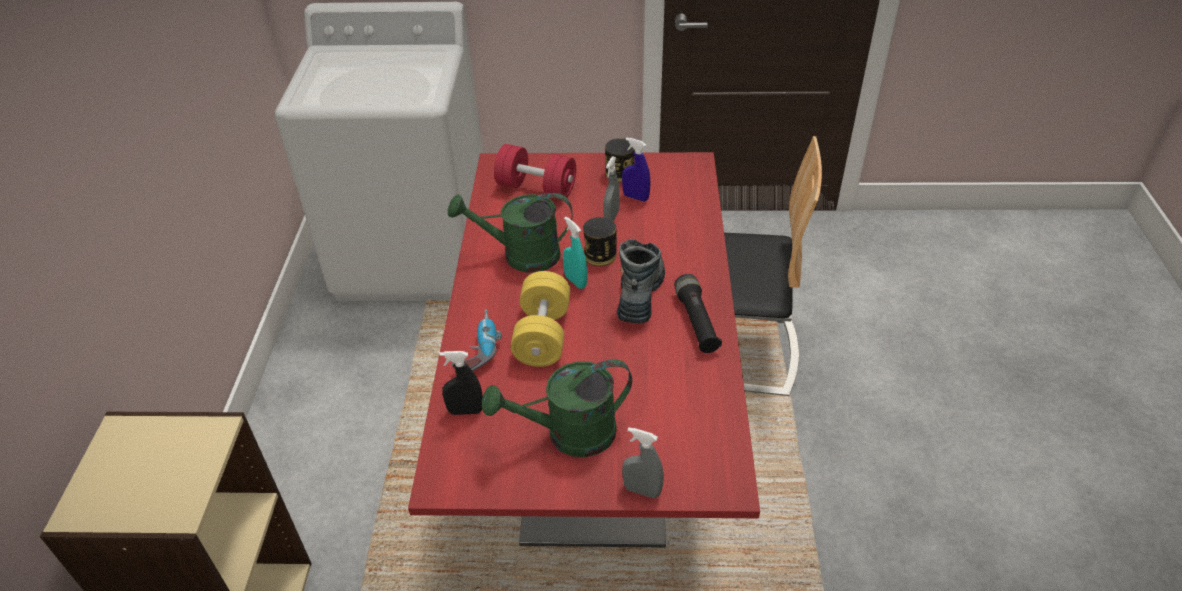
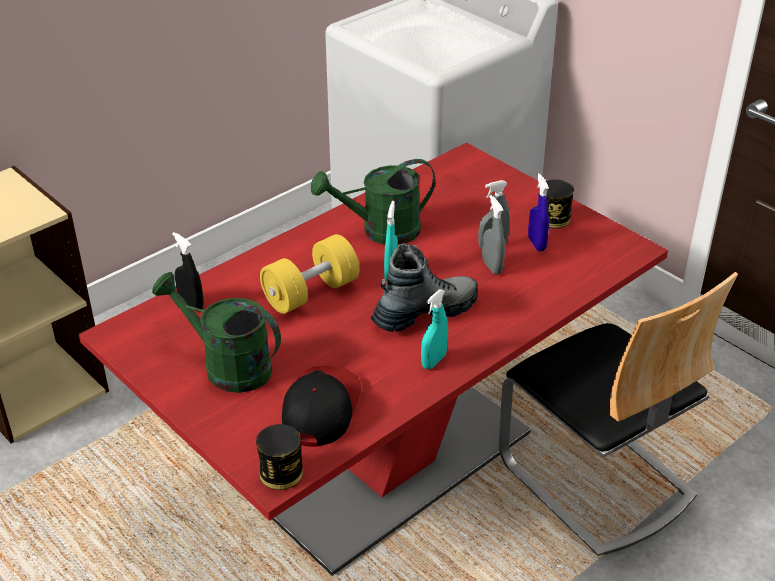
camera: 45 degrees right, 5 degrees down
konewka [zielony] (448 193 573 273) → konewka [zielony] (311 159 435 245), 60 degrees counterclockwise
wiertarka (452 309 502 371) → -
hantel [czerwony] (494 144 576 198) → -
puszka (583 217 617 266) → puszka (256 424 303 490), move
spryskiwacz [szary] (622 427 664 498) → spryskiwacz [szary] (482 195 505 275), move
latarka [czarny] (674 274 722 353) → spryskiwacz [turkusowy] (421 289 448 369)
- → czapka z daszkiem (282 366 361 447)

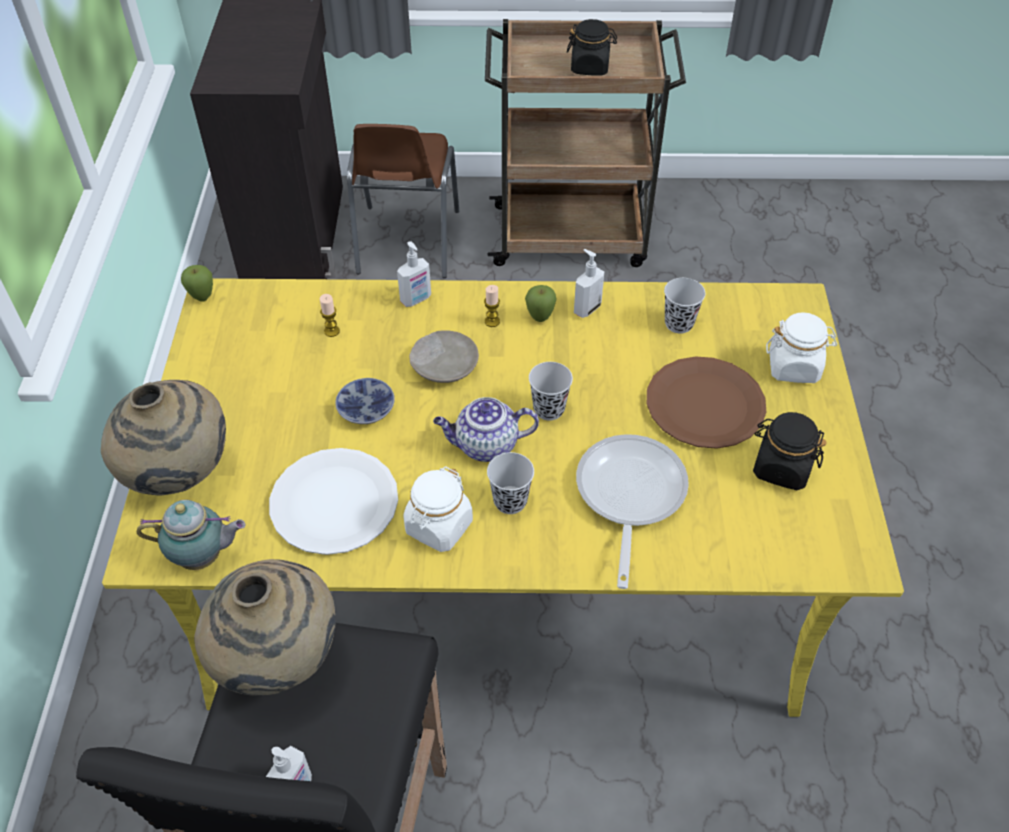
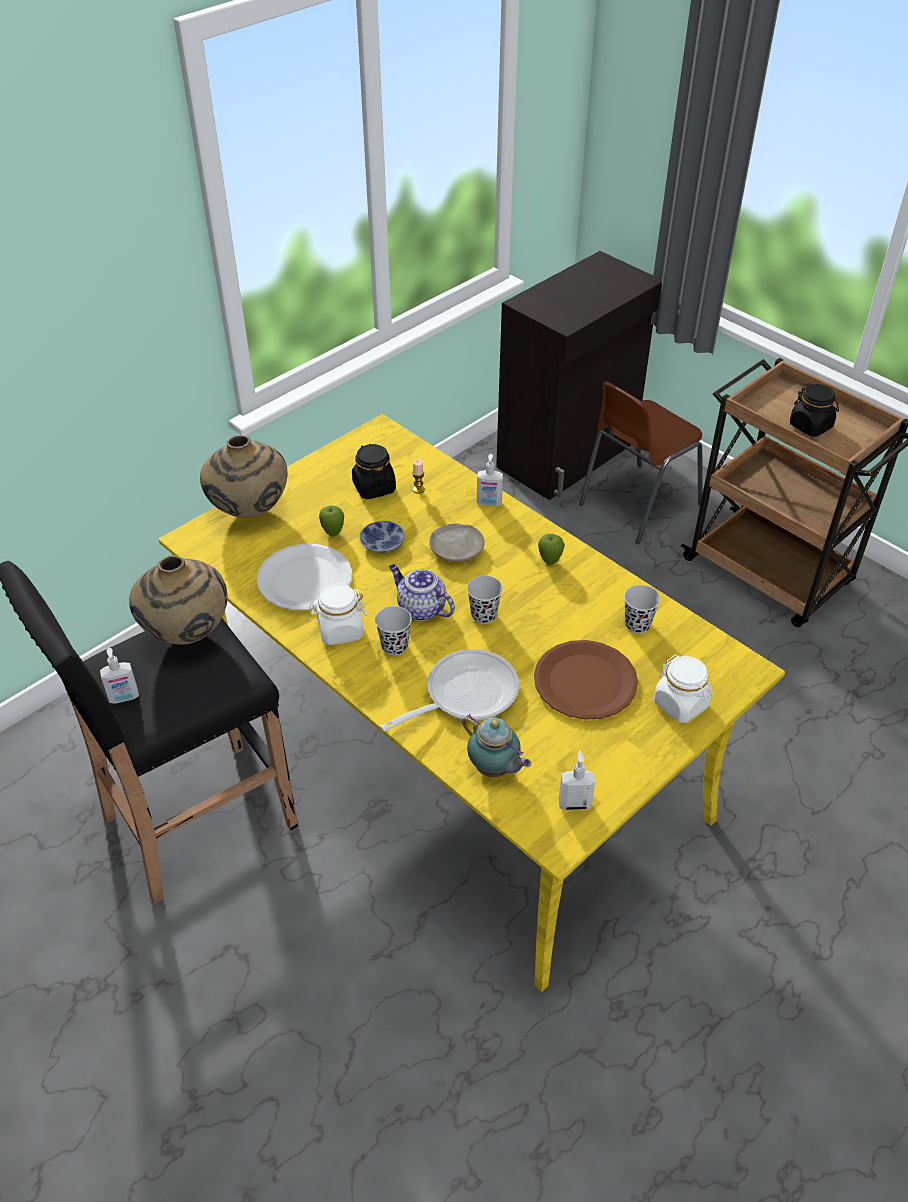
camera: 45 degrees right, 5 degrees down
imbryk (137 500 245 570) → imbryk (462 714 531 777), move
jabłko (181 265 213 302) → jabłko (319 506 344 537), move
świeca (484 285 500 327) → -
dozownik mydła (574 249 604 318) → dozownik mydła (559 750 595 811), move
słoik [czarny] (753 412 827 490) → słoik [czarny] (352 444 396 499), move

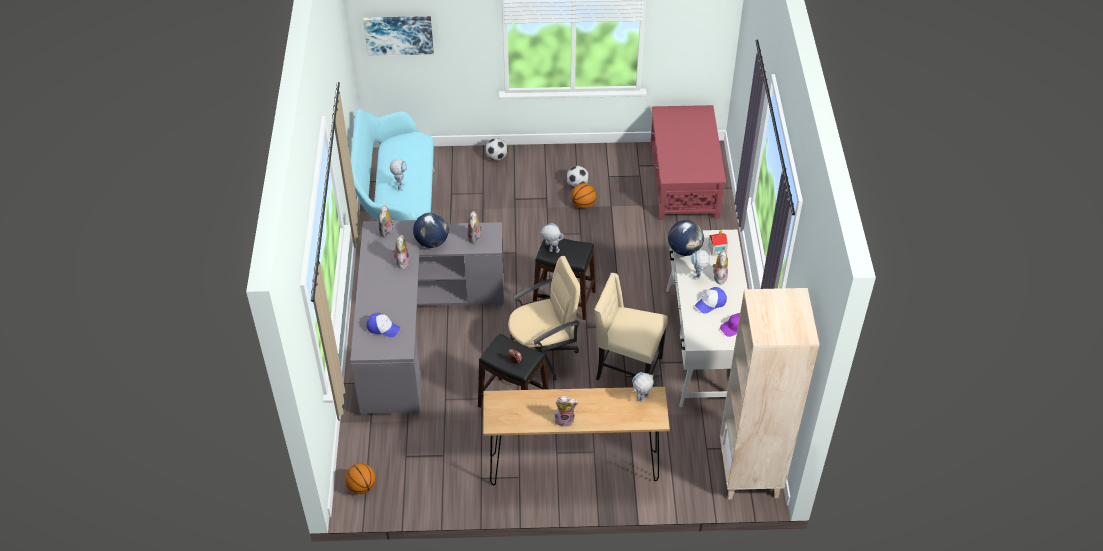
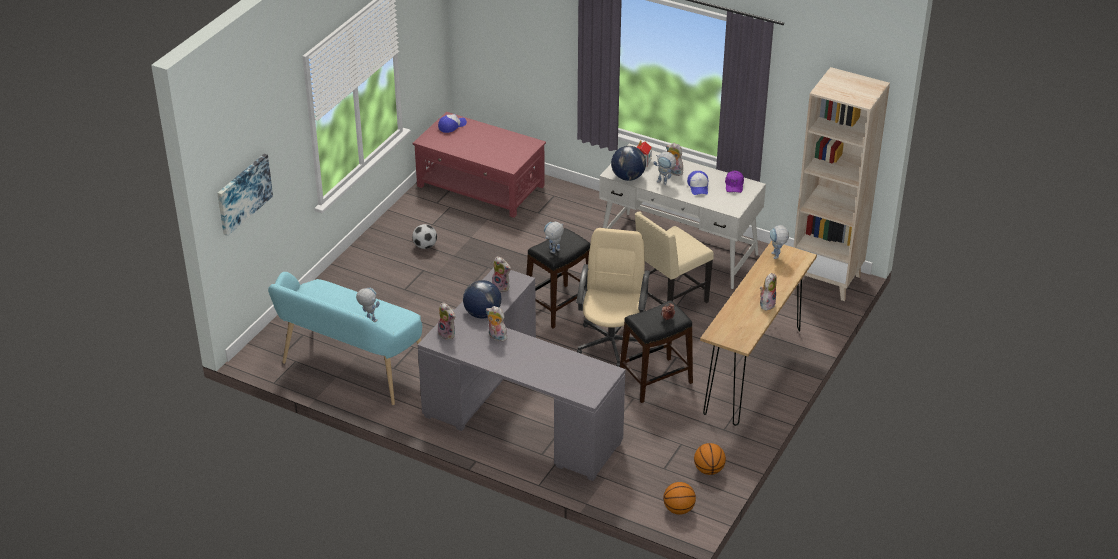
camera: 60 degrees left, 10 degrees down
czapka z daszkiem (366 313 400 338) → czapka z daszkiem (438 114 467 133), move
piłka futbolowa (485 138 508 161) → -
piłka do koszykówki (571 183 596 208) → piłka do koszykówki (694 443 726 475), move

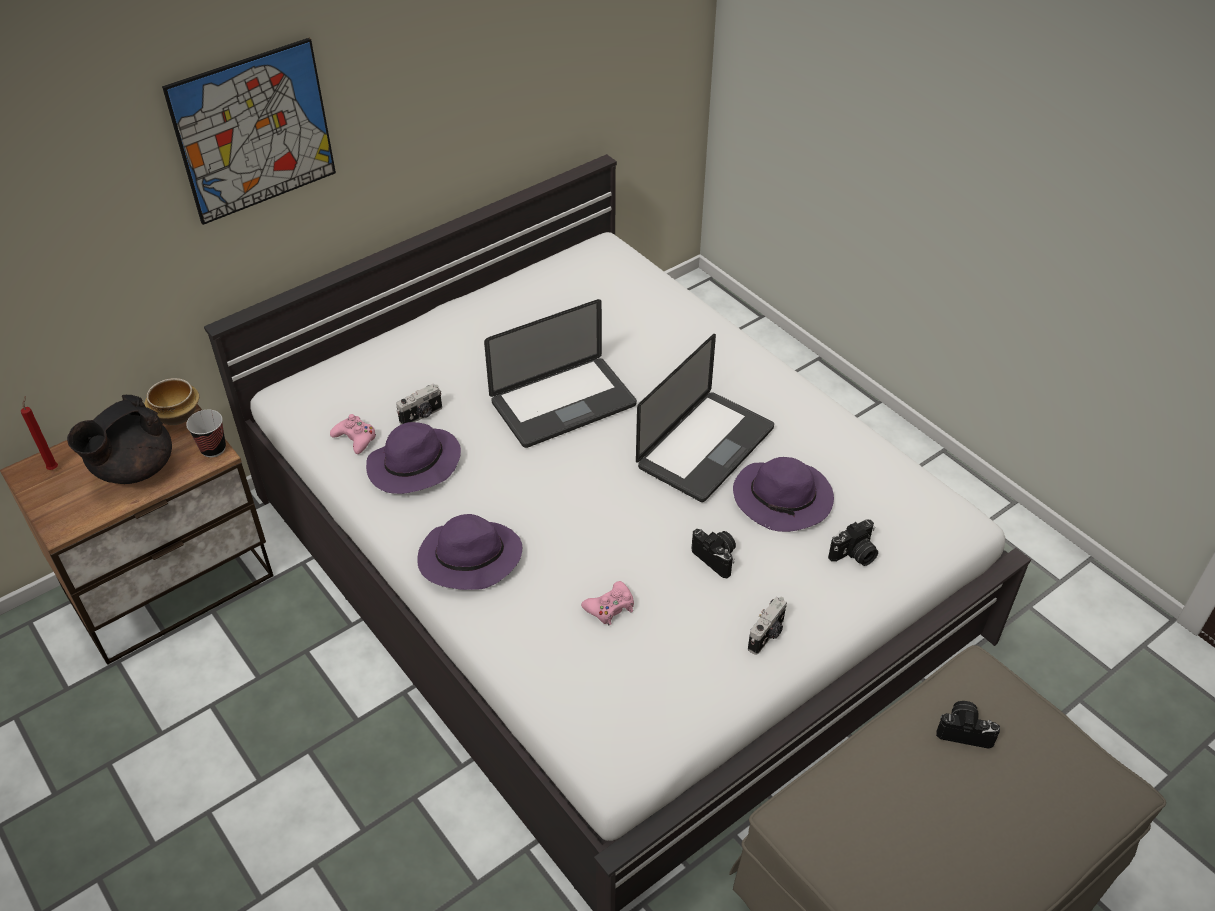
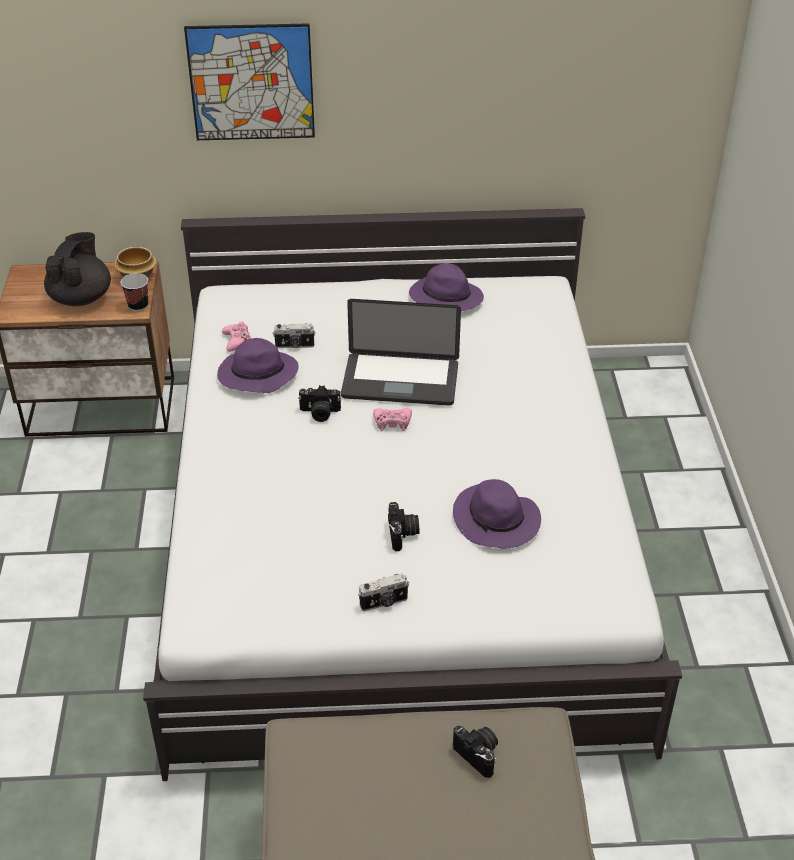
camera: 35 degrees right, 5 degrees down
świeca [czerwony] (21 396 58 470) → -
imbryk [czarny] (67 395 172 484) → imbryk [czarny] (44 232 111 306), 120 degrees clockwise
kapelusz [fioletowy] (417 514 522 590) → kapelusz [fioletowy] (409 263 484 312), move
pad do gier [różowy] (581 581 634 625) → pad do gier [różowy] (373 408 412 431), move
laptop (636 334 774 502) → -
aparat fotograficzny (828 520 878 566) → aparat fotograficzny (298 385 341 422), move

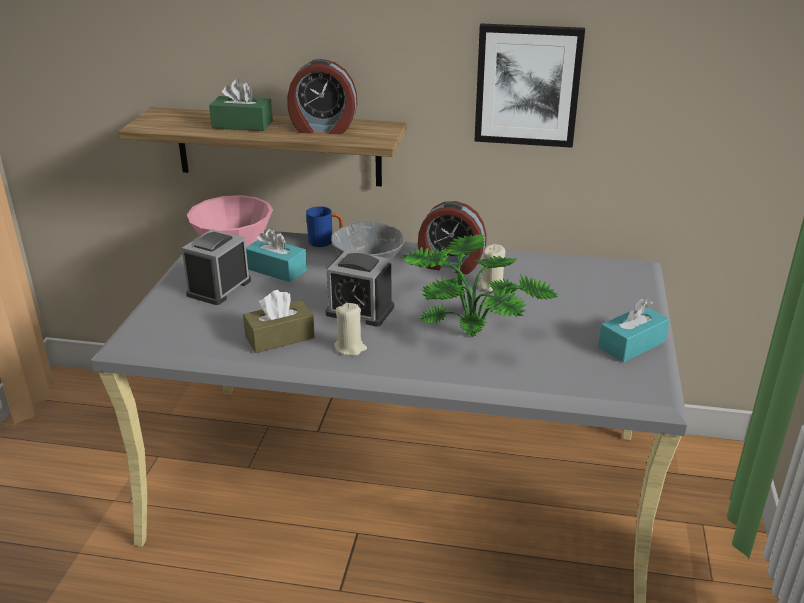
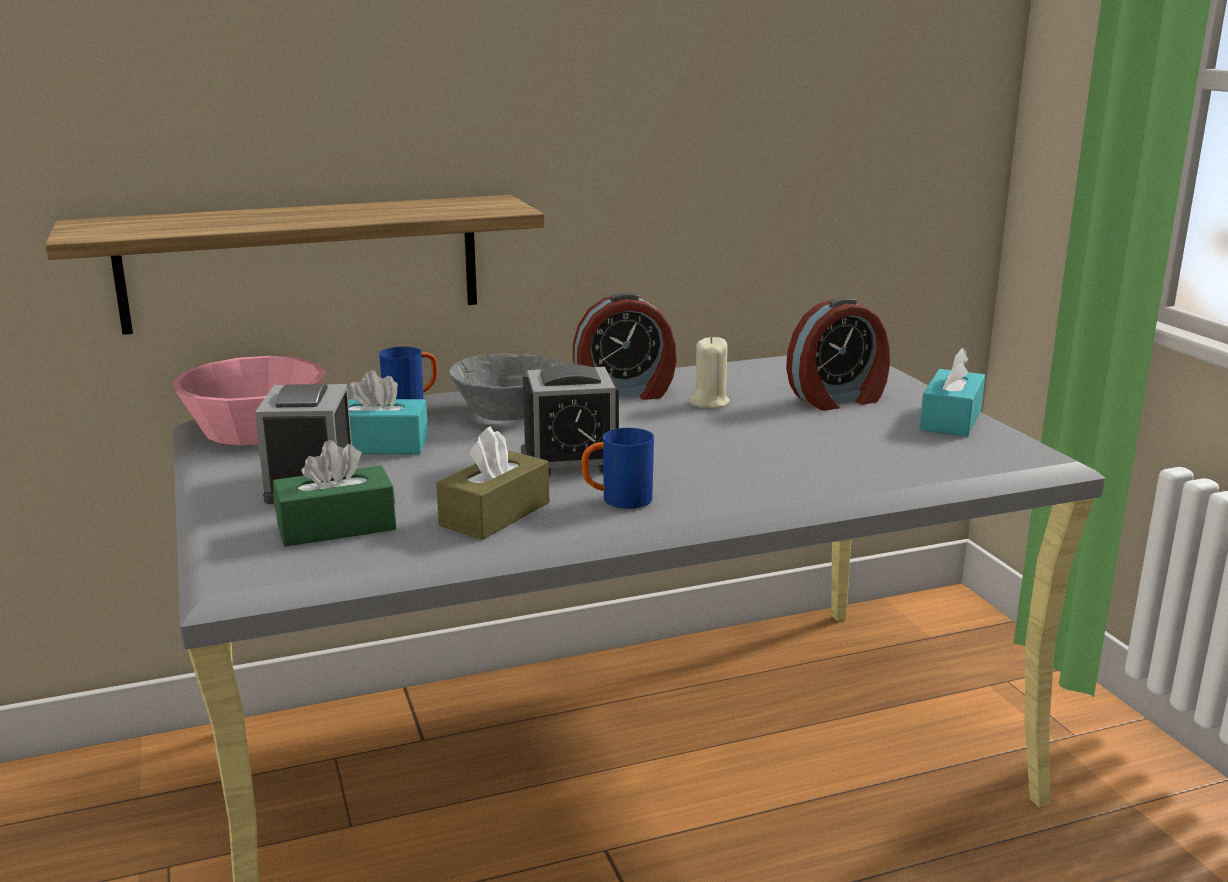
camera: 30 degrees left, 10 degrees down
pudełko chusteczek [zielony] (209 79 273 131) → pudełko chusteczek [zielony] (273 440 396 547), move
budzik (287 59 357 134) → budzik (786 297 890 411), move
świeca [beżowy] (334 303 367 356) → kubek [niebieski] (582 428 654 509)
roślina doniczkowa (402 233 557 337) → -
obraz (474 23 585 148) → -

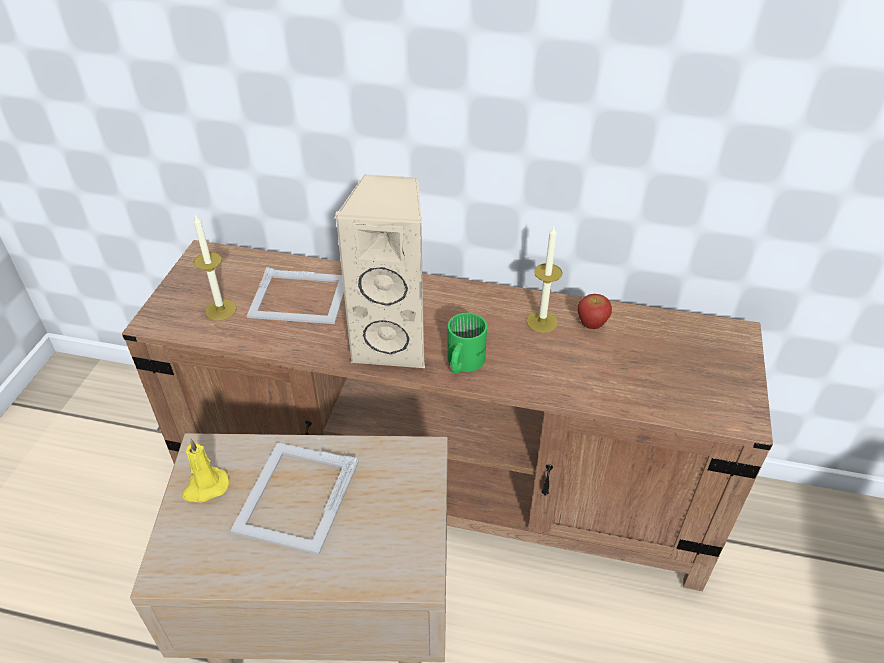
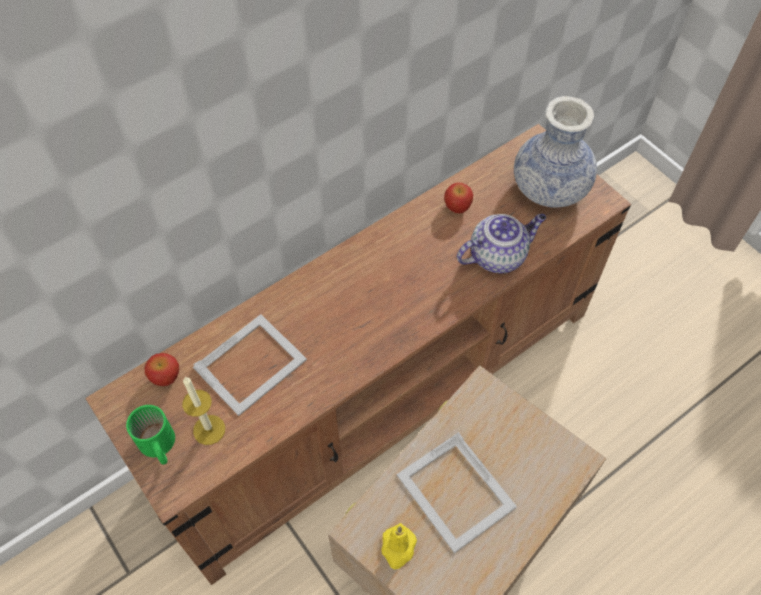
camera: 50 degrees left, 15 degrees up
głośnik [beżowy] (334 174 425 368) → -
kubek [zielony] (447 313 487 374) → kubek [zielony] (126 405 175 465), move
świeca (527 227 563 333) → -
- → jabłko (145 353 179 386)
- → imbryk (457 214 546 273)
- → wazon (514 96 597 208)

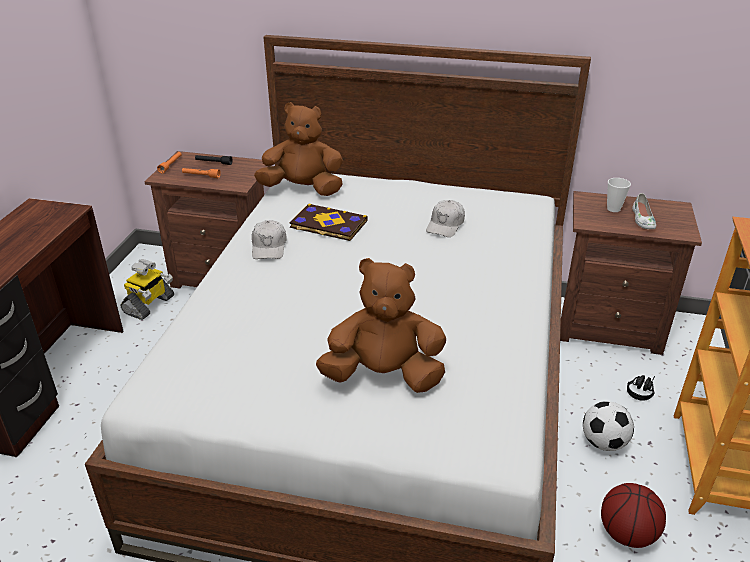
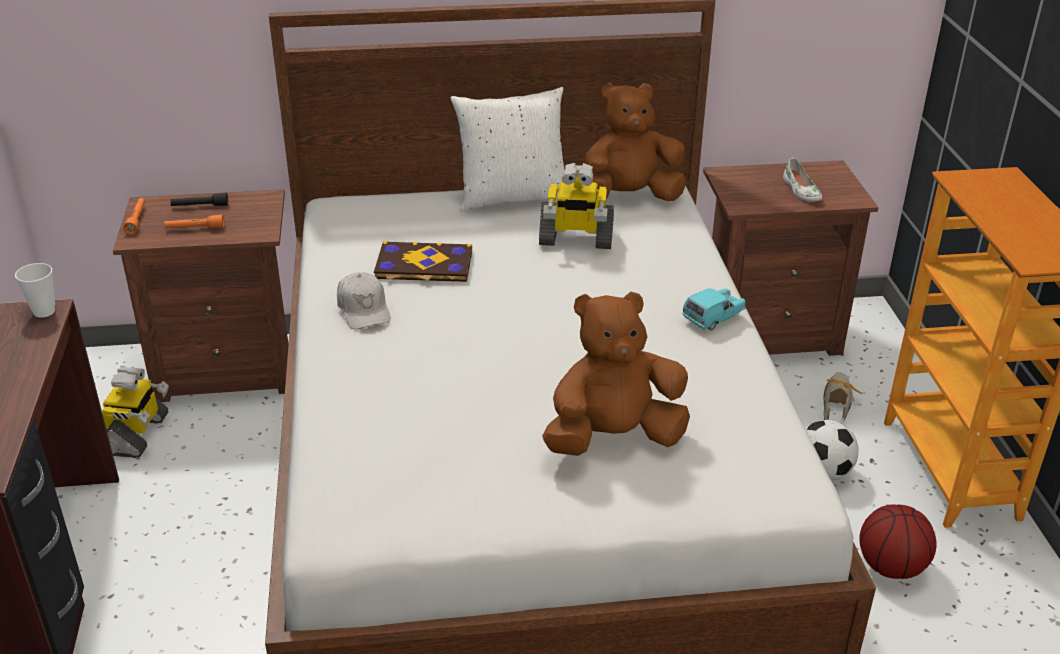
camera: 20 degrees left, 0 degrees up
pluszak [brązowy] (254 102 343 196) → pluszak [brązowy] (585 83 686 201), move
czapka z daszkiem [biały] (426 200 465 237) → robot zabawkowy (539 163 614 249)
filiżanka (607 178 631 212) → filiżanka (15 263 55 318), move
słuchawki [czarny] (627 375 655 401) → but (824 372 863 422)
- → poduszka [biały] (450 87 565 212)
- → samochodzik [turkusowy] (682 288 746 330)

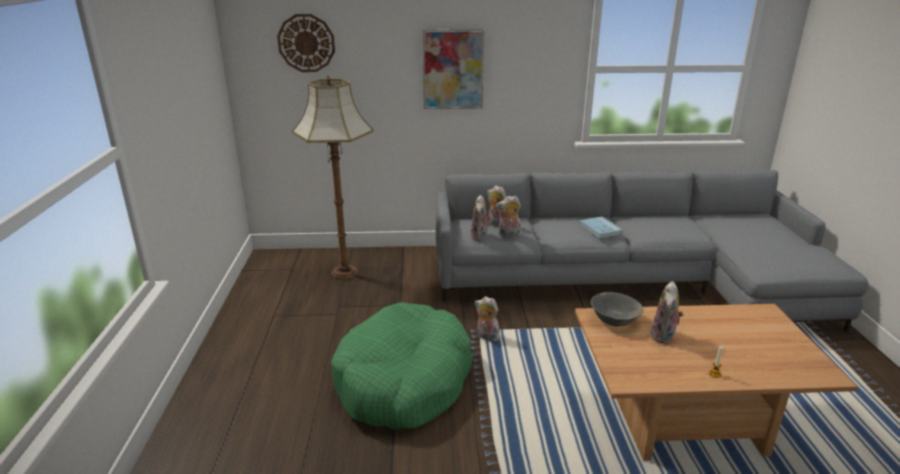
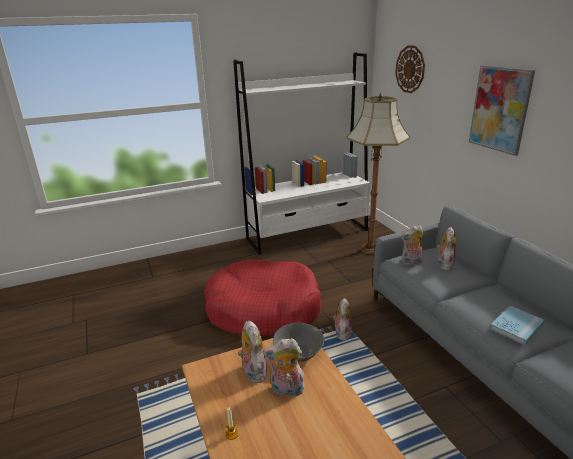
camera: 70 degrees right, 0 degrees up
legowisko [zielony] (331 302 473 429) → legowisko [czerwony] (204 259 322 336)
pluszak (496 196 521 238) → pluszak (238 320 267 383), move
- → regał [biały] (233 52 370 255)

